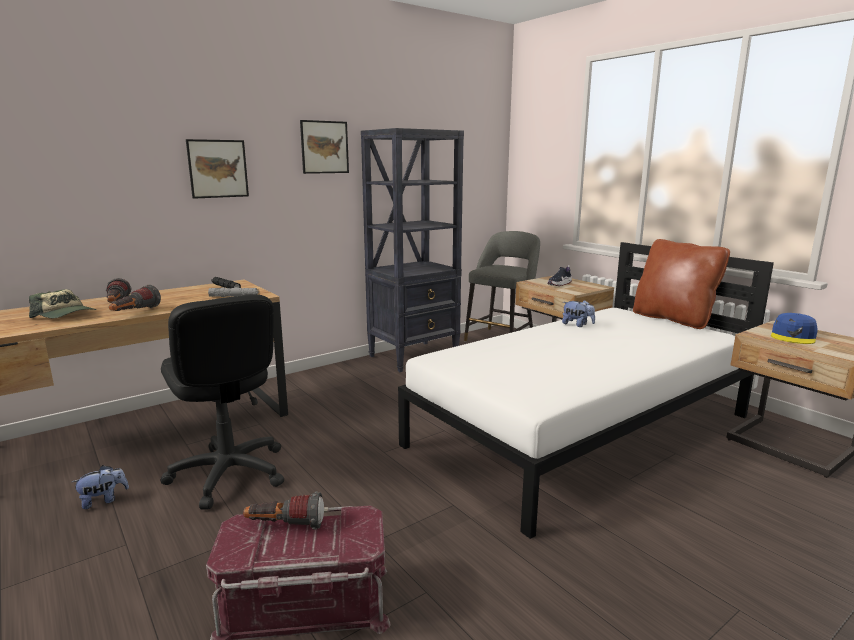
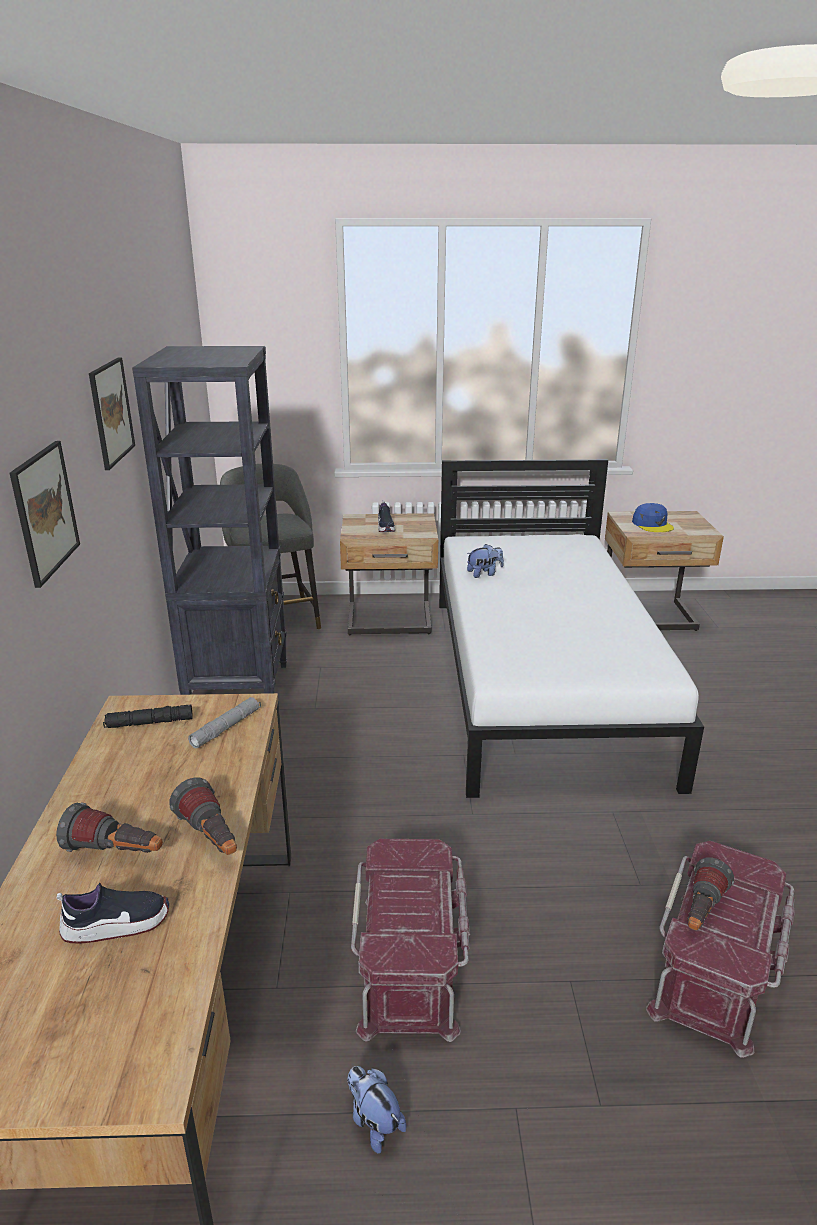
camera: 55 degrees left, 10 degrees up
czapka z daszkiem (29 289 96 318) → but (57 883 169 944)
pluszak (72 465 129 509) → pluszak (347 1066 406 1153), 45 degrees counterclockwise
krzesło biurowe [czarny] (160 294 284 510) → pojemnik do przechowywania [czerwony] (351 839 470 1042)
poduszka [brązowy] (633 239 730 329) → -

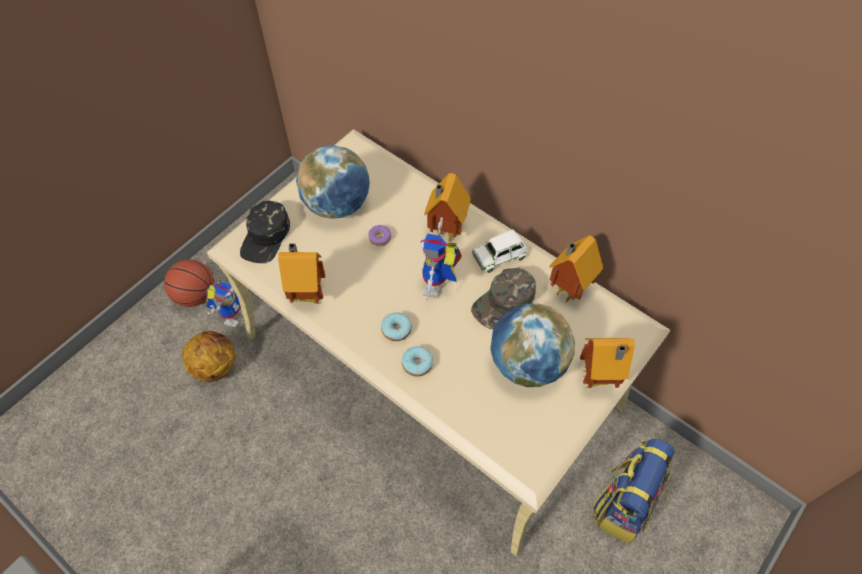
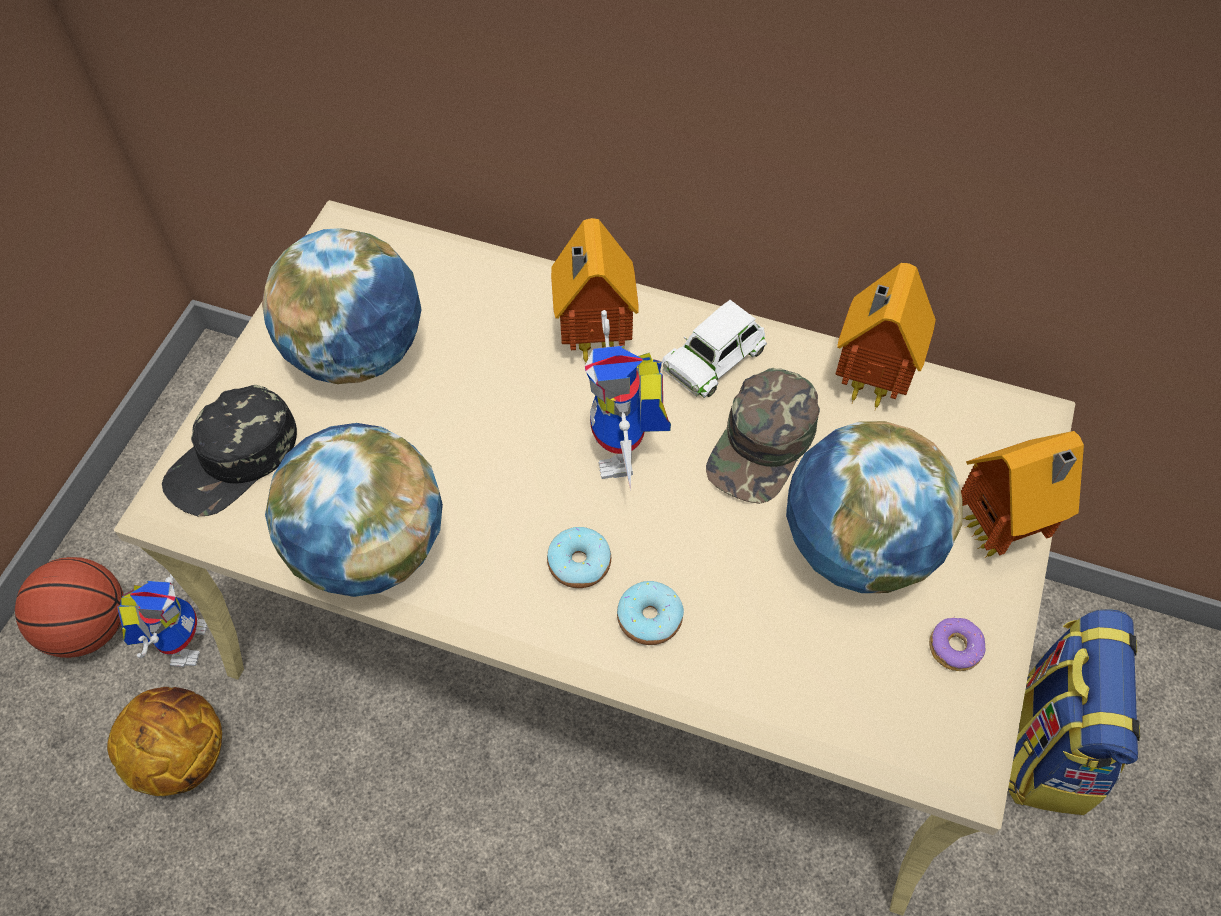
camera: 20 degrees left, 0 degrees up
czapka z daszkiem [czarny] (240 200 290 263) → czapka z daszkiem [czarny] (162 385 297 516), 45 degrees clockwise
domek (278 243 325 304) → globus (265 423 443 597)
donut (368 225 391 246) → donut (929 617 985 671), move

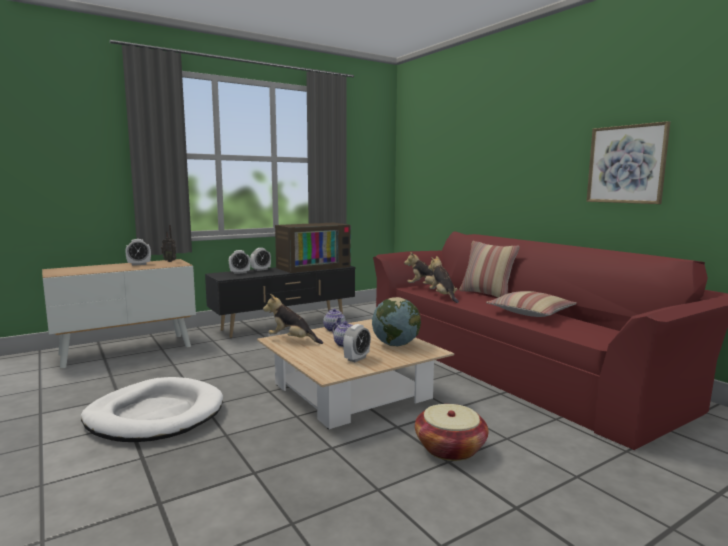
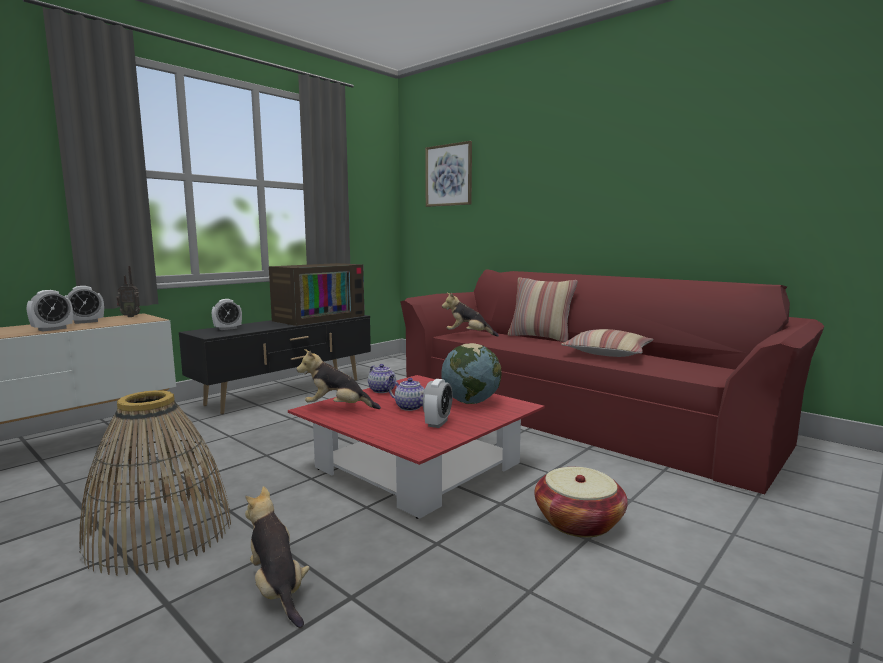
camera: 15 degrees left, 0 degrees up
legowisko [biały] (81 377 223 442) → koszyk (79 390 231 576)
budzik (250 248 271 271) → budzik (27 290 73 331), move
ława [beżowy] (257 319 454 429) → ława [czerwony] (288 375 545 519)
pluszak (428 256 459 303) → pluszak (245 486 310 628), move
obraz (587 121 670 204) → obraz (425 141 472 207), move

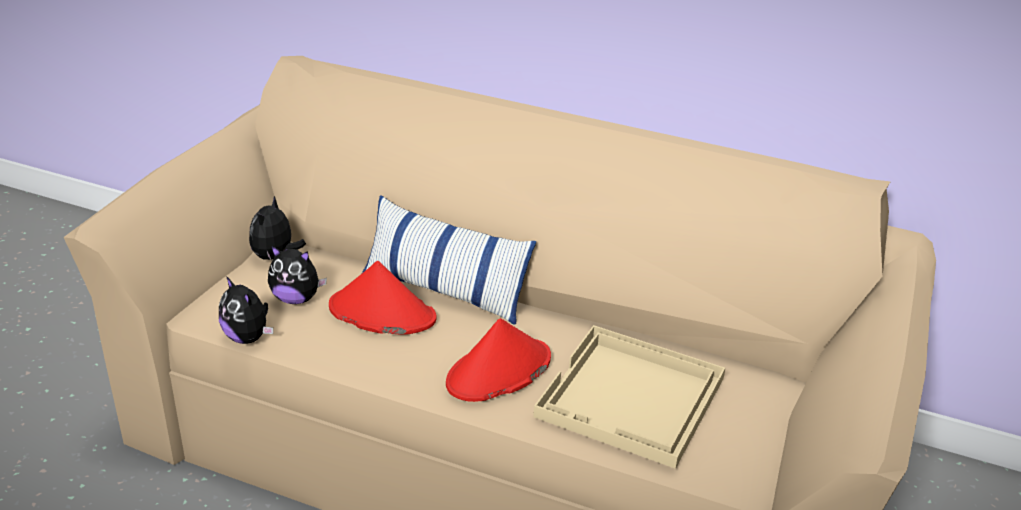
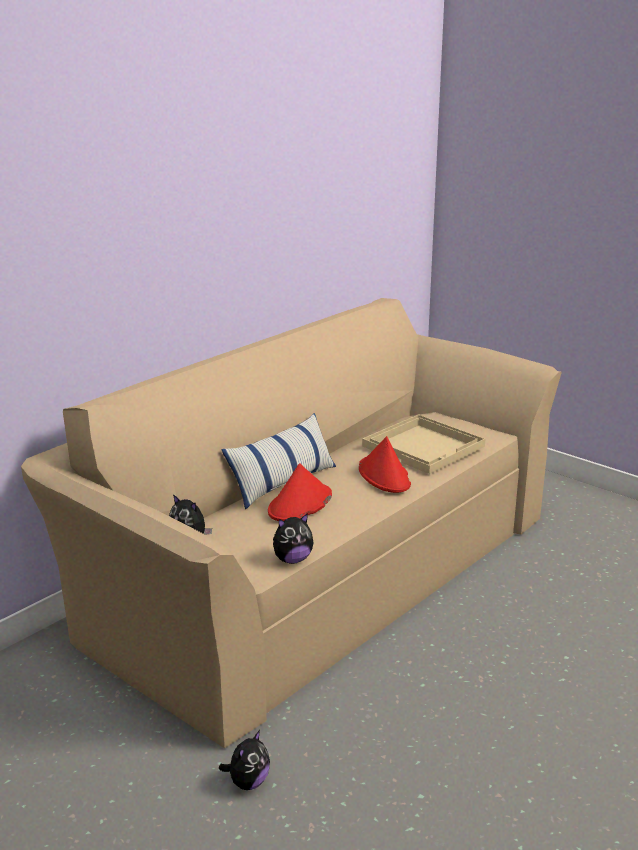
camera: 70 degrees left, 10 degrees down
pluszak (268 246 327 304) → pluszak (219 730 270 790), move

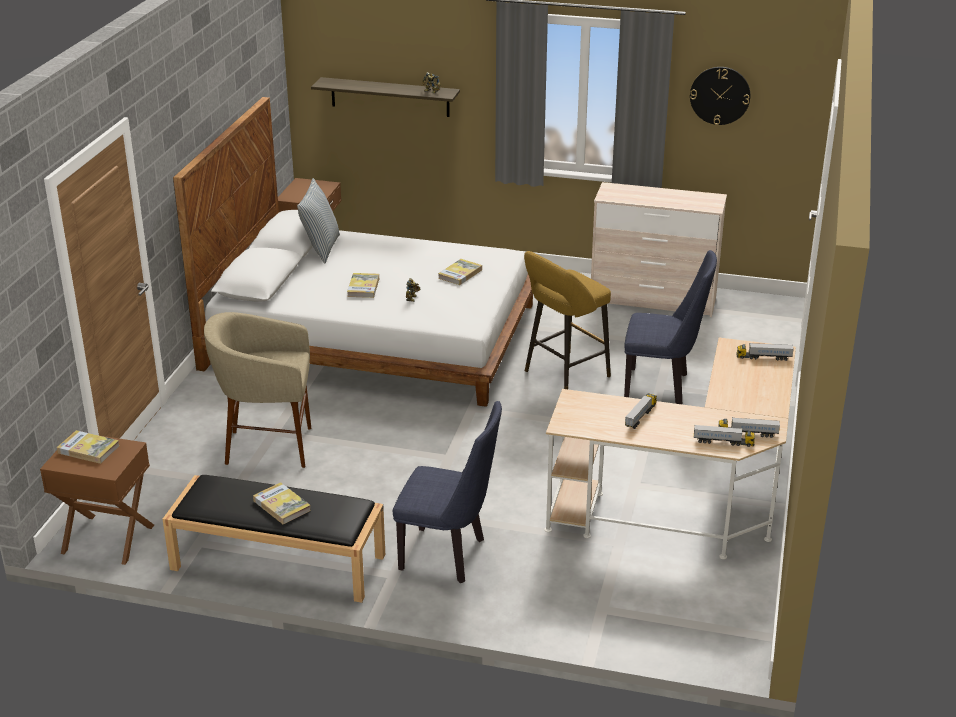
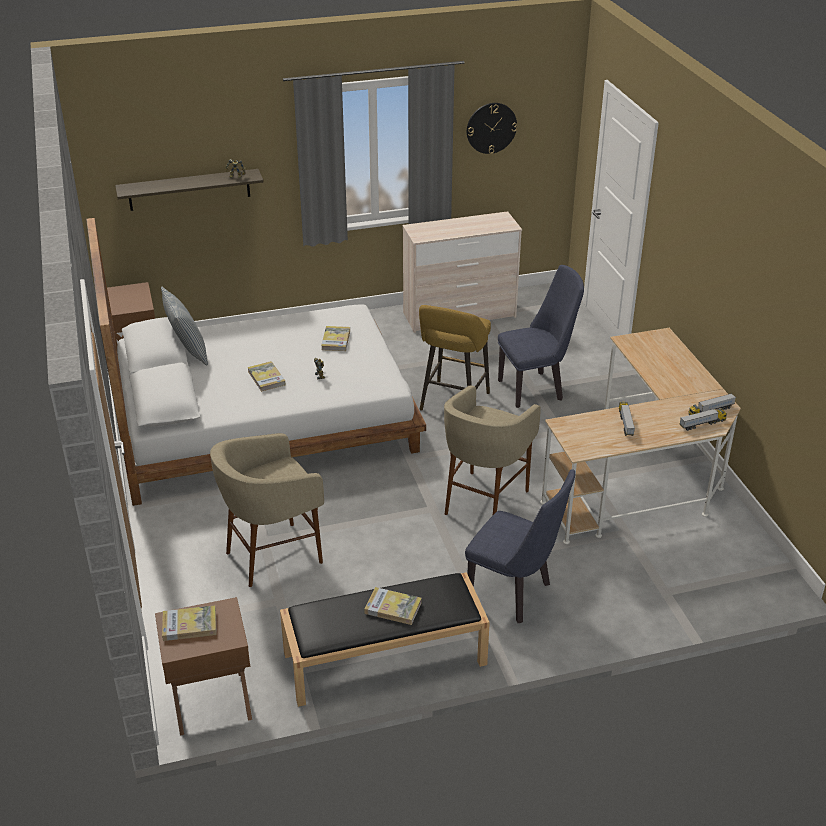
camera: 30 degrees left, 5 degrees up
krzesło [niebieski] (393 401 502 583) → krzesło [niebieski] (465 469 575 623), 45 degrees clockwise
ciężarówka zabawkowa (737 343 794 361) → -
- → stołek [beżowy] (444 386 541 515)

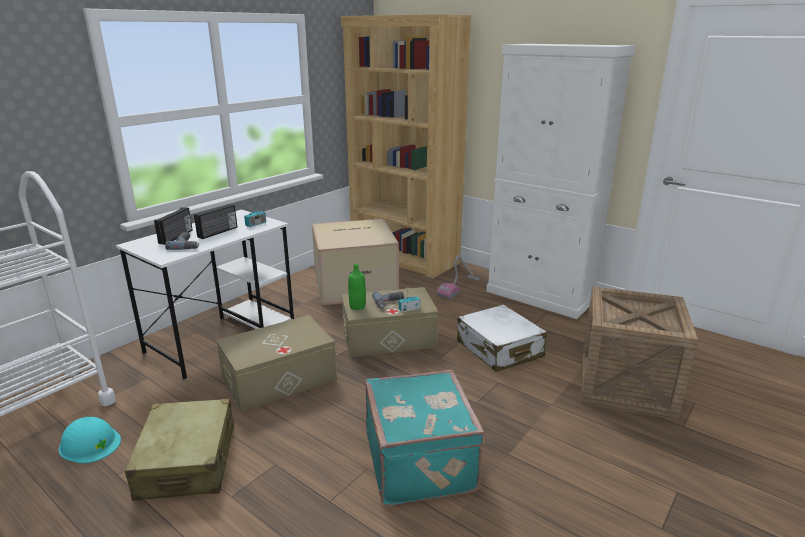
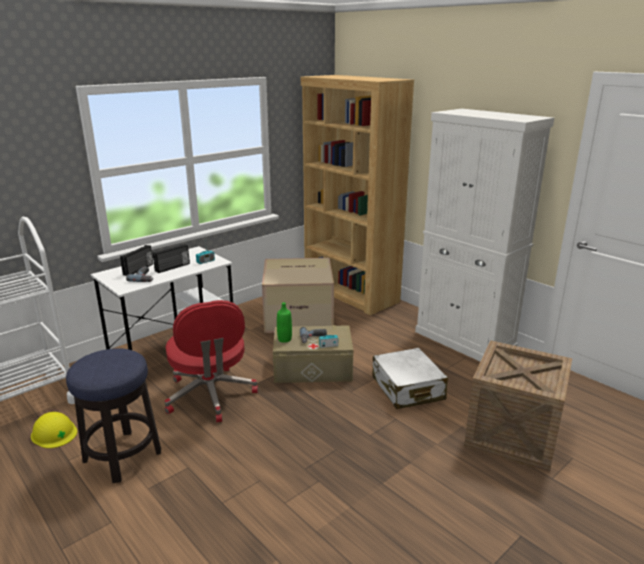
camera: 10 degrees right, 0 degrees up
kask [turkusowy] (59 417 121 463) → kask [żółty] (31 412 77 448)
walizka [beżowy] (125 399 234 501) → stołek (66 348 161 483)
pojemnik do przechowywania [beżowy] (217 315 337 412) → krzesło biurowe [czerwony] (165 300 258 422)
walizka [turkusowy] (365 370 485 506) → -
odkurzacz (437 255 481 300) → -

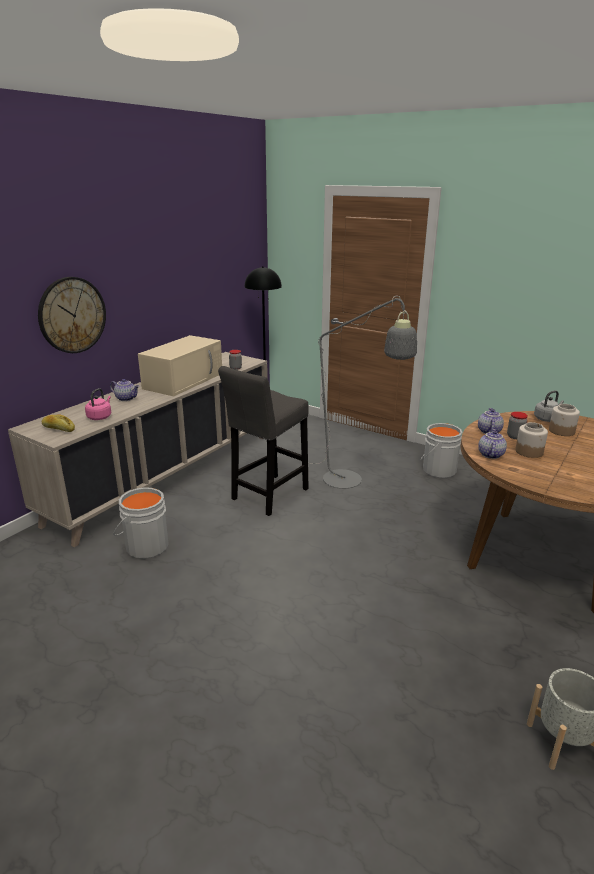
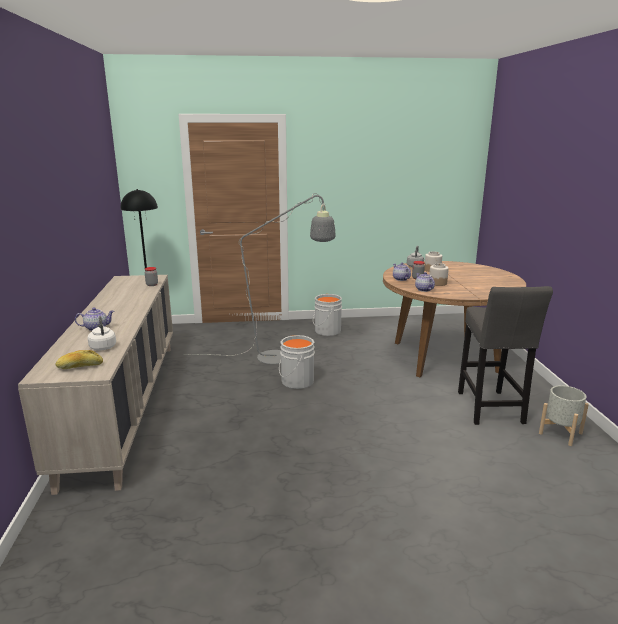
camera: 40 degrees left, 5 degrees down
zegar ścienny (38 277 106 353) → -
czajnik [różowy] (85 388 111 420) → czajnik [biały] (87 316 116 350)
wiadro [szary] (113 487 169 559) → wiadro [szary] (279 335 315 389), move
mikrofalówka [beżowy] (138 335 222 396) → -
stołek [szary] (218 366 309 516) → stołek [szary] (458 286 553 425), move

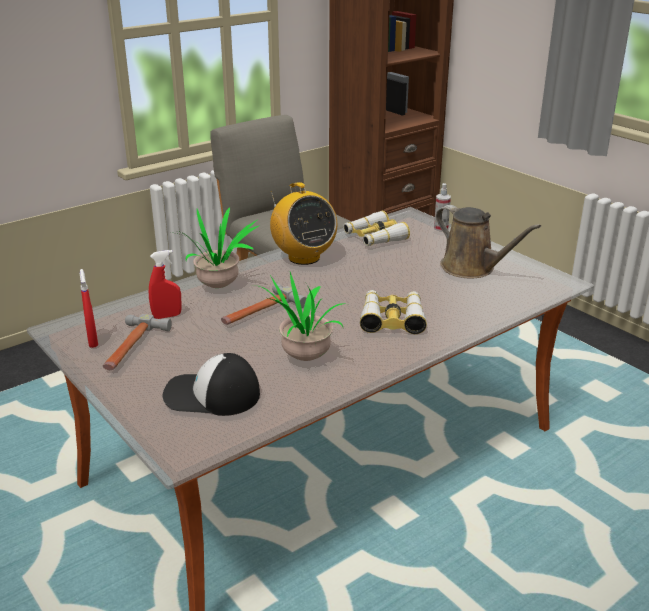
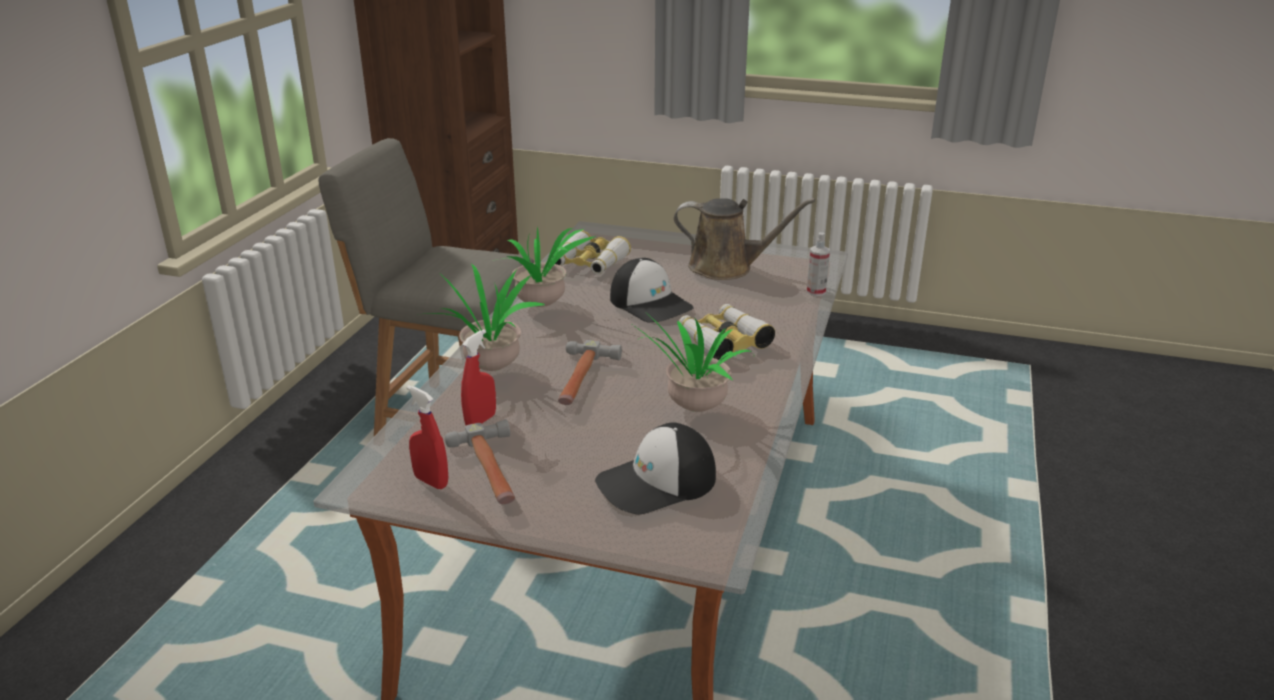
camera: 35 degrees left, 0 degrees up
radio (270 182 337 265) → roślina doniczkowa (492 226 596 307)
spryskiwacz (434 183 451 231) → spryskiwacz (807 232 830 296), move
- → czapka z daszkiem (610 258 694 322)

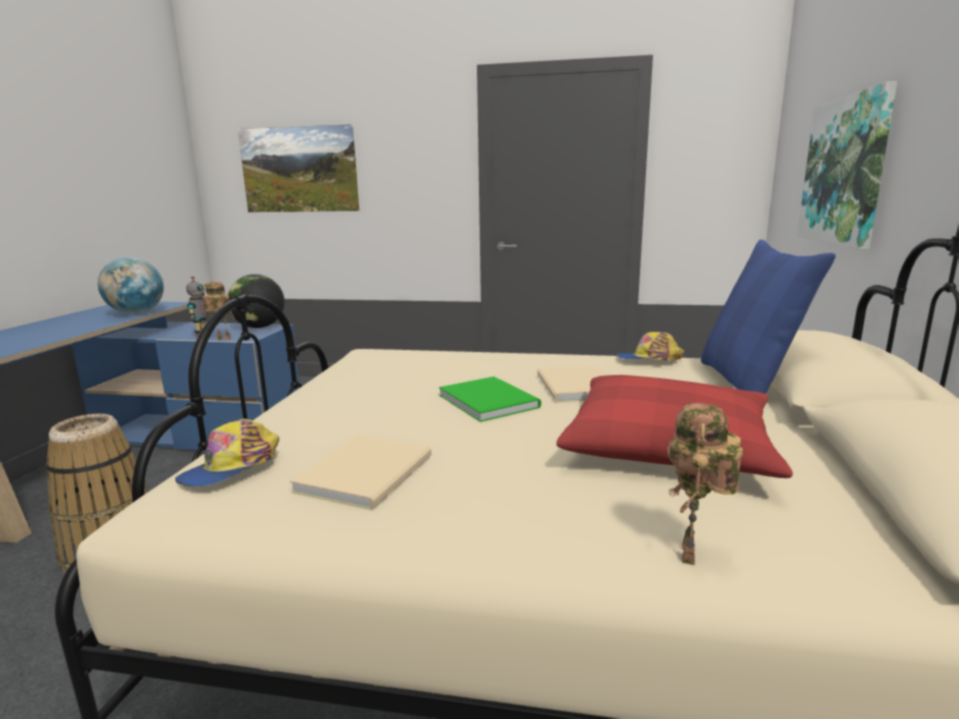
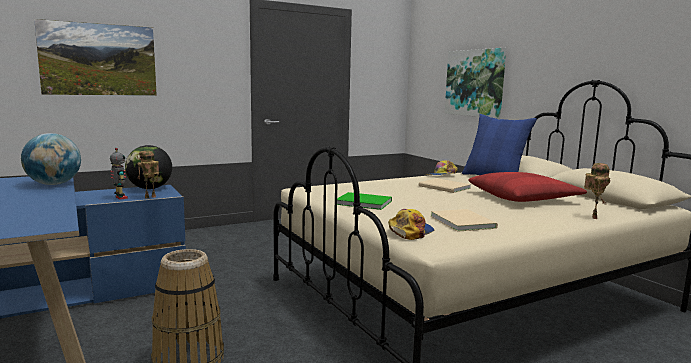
camera: 40 degrees left, 5 degrees down
czapka z daszkiem (175 419 279 487) → czapka z daszkiem (388 209 434 240), 135 degrees counterclockwise
książka [zielony] (439 376 541 422) → książka [zielony] (337 192 392 210), move
robot zabawkowy (667 403 743 565) → robot zabawkowy (584 163 610 219), 135 degrees counterclockwise

